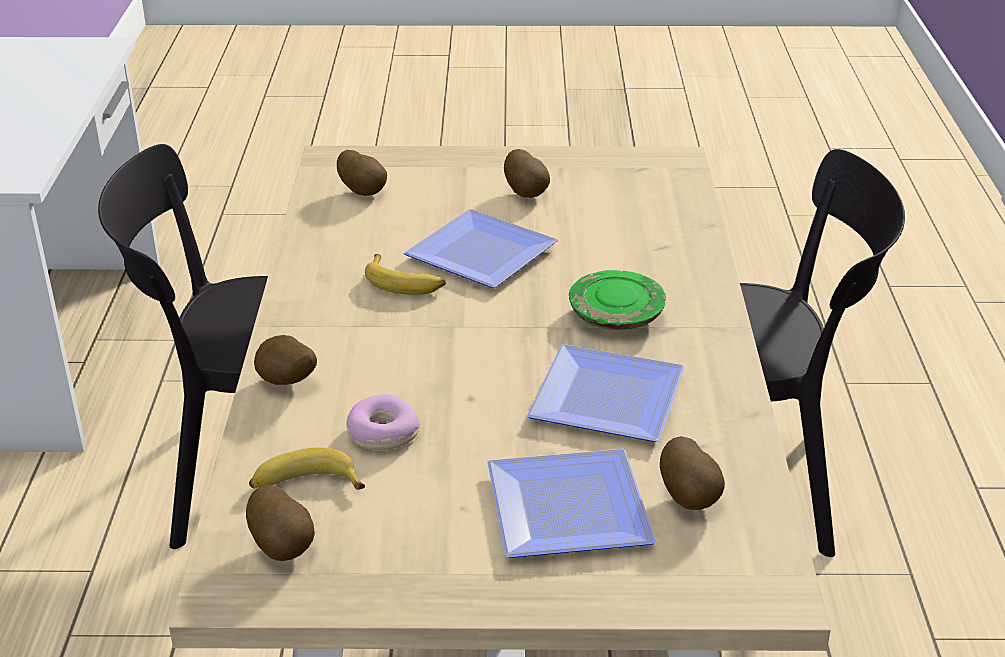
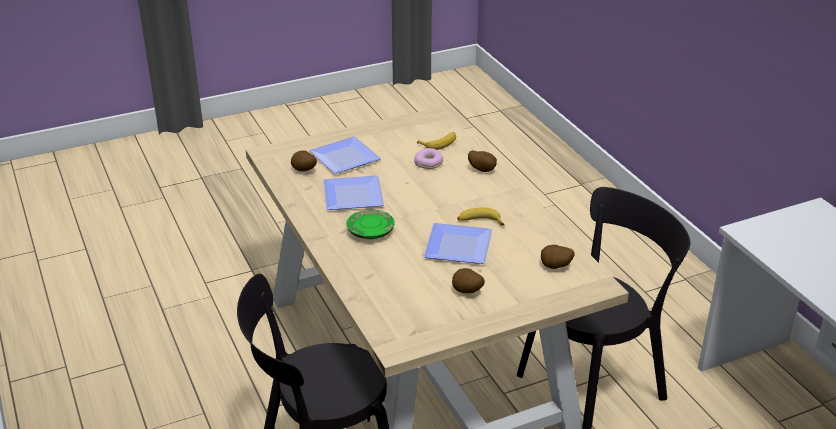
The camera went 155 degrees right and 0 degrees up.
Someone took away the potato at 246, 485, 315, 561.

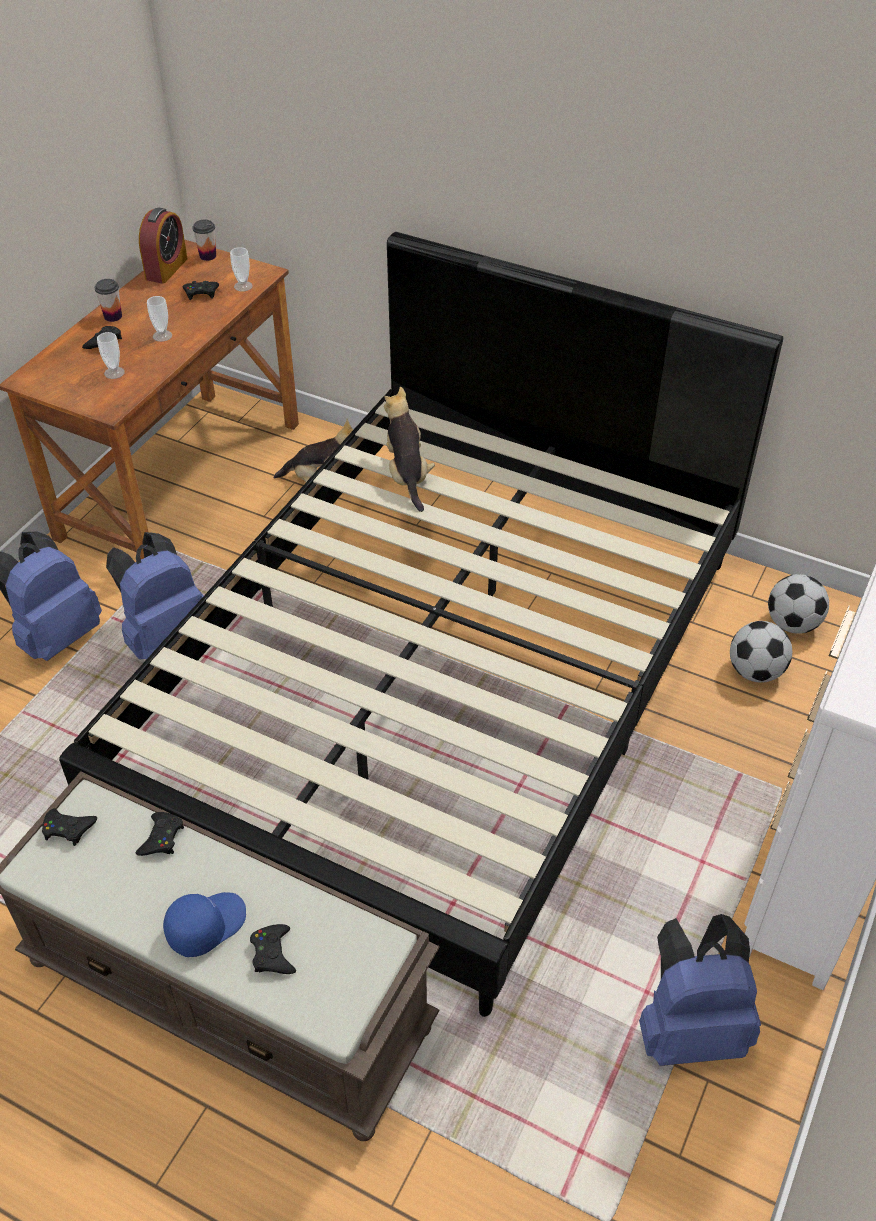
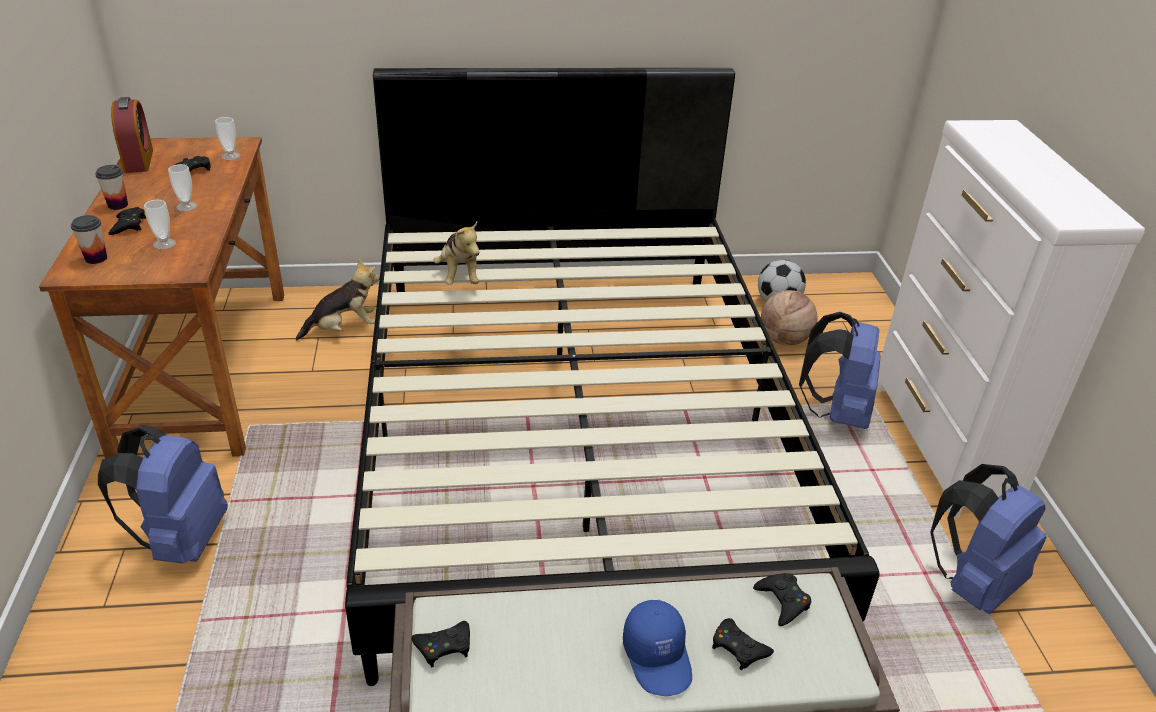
The camera went 35 degrees left and 10 degrees down.
Someone carried the cup from 192, 220, 216, 261 to 71, 215, 107, 264.
Someone rotated the plush toy at 384, 387, 435, 512 by 150 degrees counterclockwise.
Someone rotated the blue cap at 163, 892, 246, 957 by 150 degrees clockwise.
Someone carried the black game controller from 136, 812, 184, 856 to 753, 573, 811, 626.
Someone swapped the football at 730, 621, 792, 683 for the basketball at 761, 290, 817, 346.
Someone carried the blue backpack from 106, 532, 204, 659 to 799, 312, 881, 429.

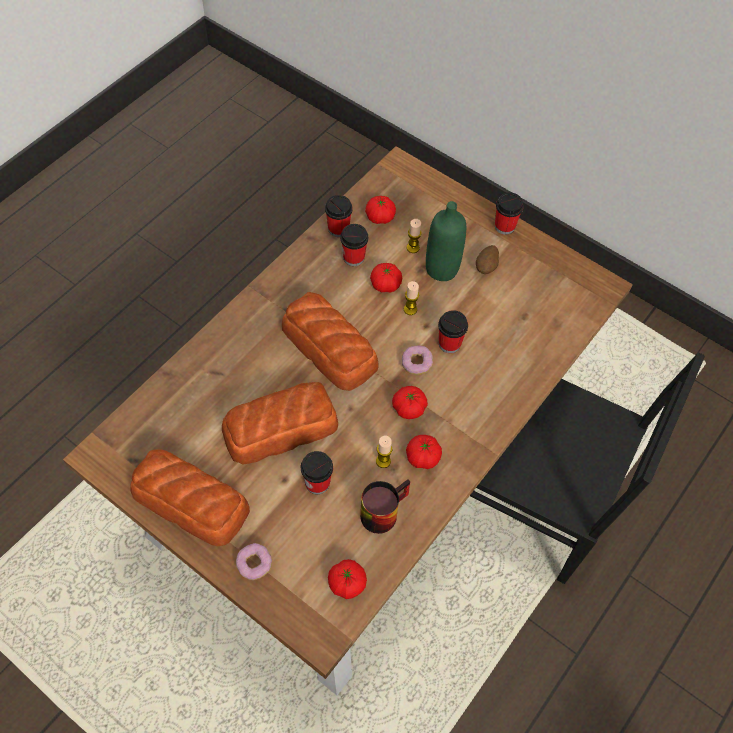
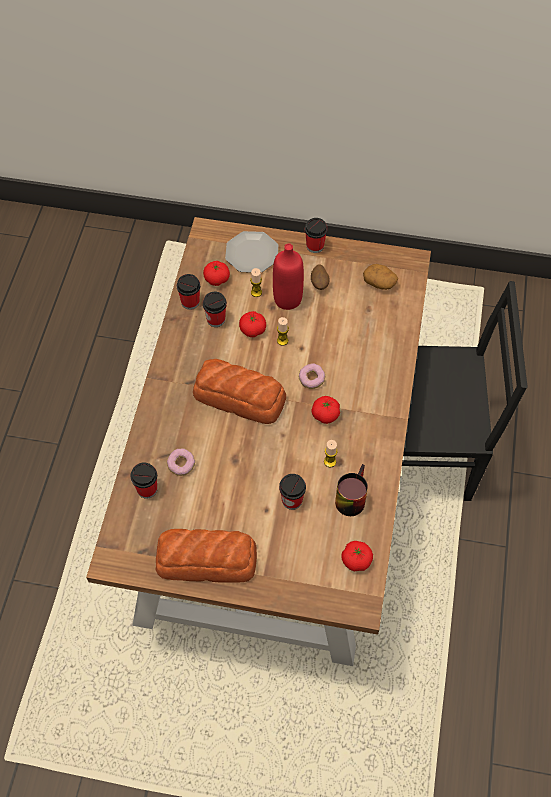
The camera went 25 degrees left and 0 degrees up.
Someone carried the cup from 438, 310, 468, 353 to 130, 462, 157, 499.
Someone carried the donut from 236, 543, 272, 580 to 167, 448, 195, 476.
Someone put down the plate at 225, 231, 278, 273.
Someone repainted the green bottle at 426, 201, 466, 281, which became the red bottle at 273, 244, 304, 310.
Someone put down the potato at 363, 264, 398, 290.
Someone took away the bread at 222, 382, 338, 464.
Someone took away the tomato at 406, 435, 442, 469.

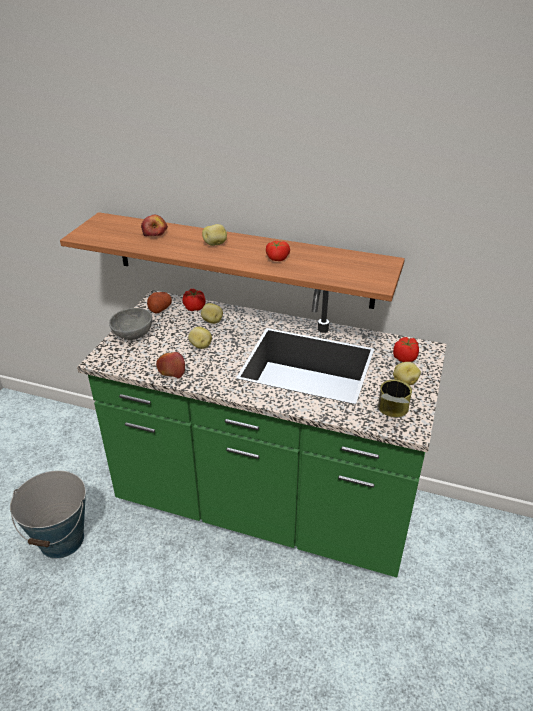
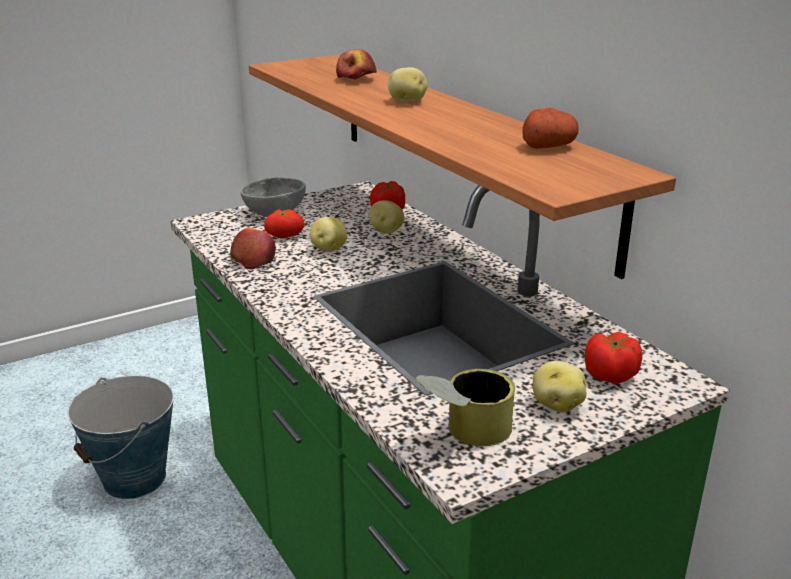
The camera went 40 degrees right and 10 degrees down.
Someone carried the tomato from 266, 241, 290, 261 to 264, 209, 305, 238.
Someone carried the potato from 147, 292, 172, 314 to 522, 108, 579, 149.

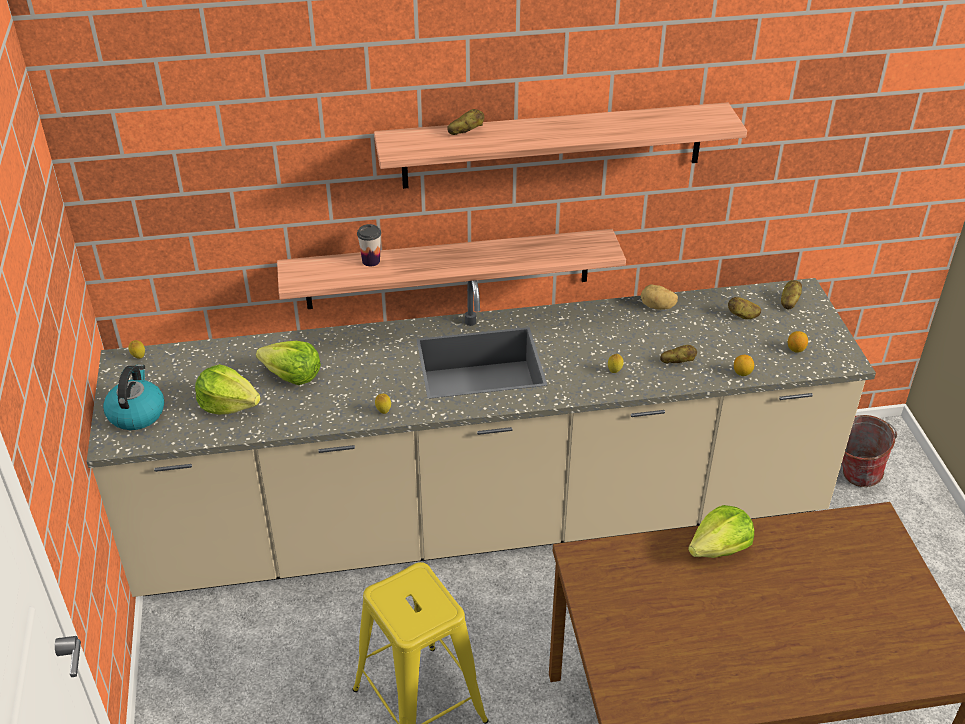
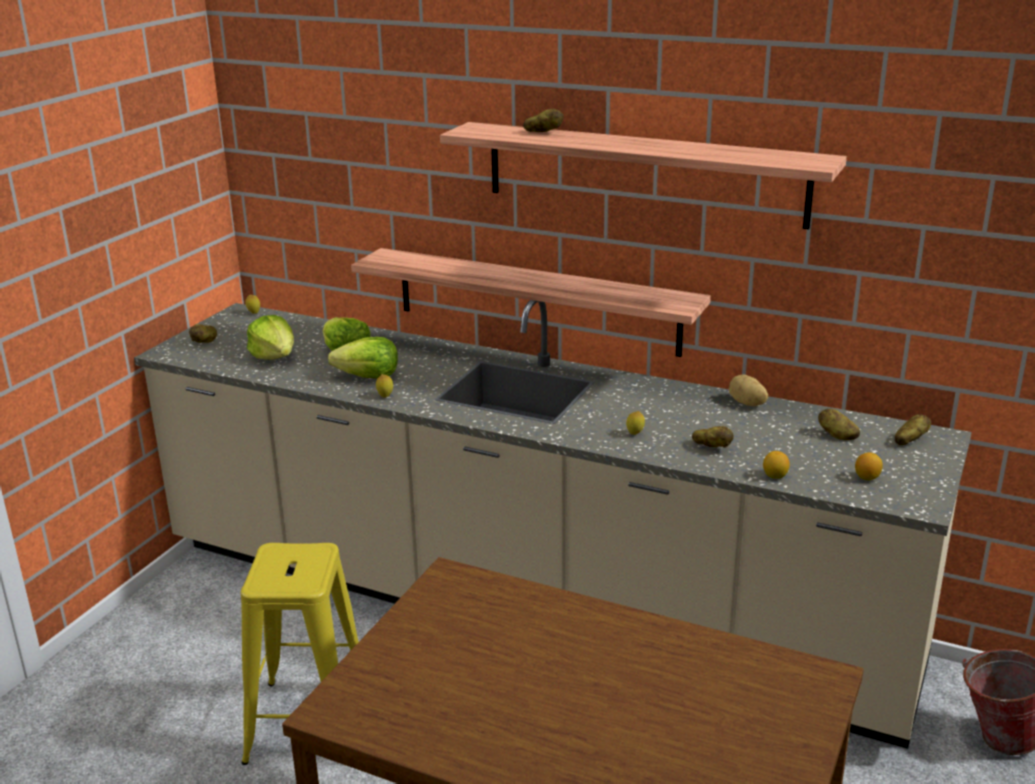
The camera went 35 degrees right and 15 degrees down.
Someone swapped the kettle at 103, 364, 164, 430 for the potato at 189, 324, 217, 343.
Someone carried the lettuce from 688, 505, 754, 558 to 328, 337, 398, 378.
Someone took away the cup at 357, 224, 381, 266.

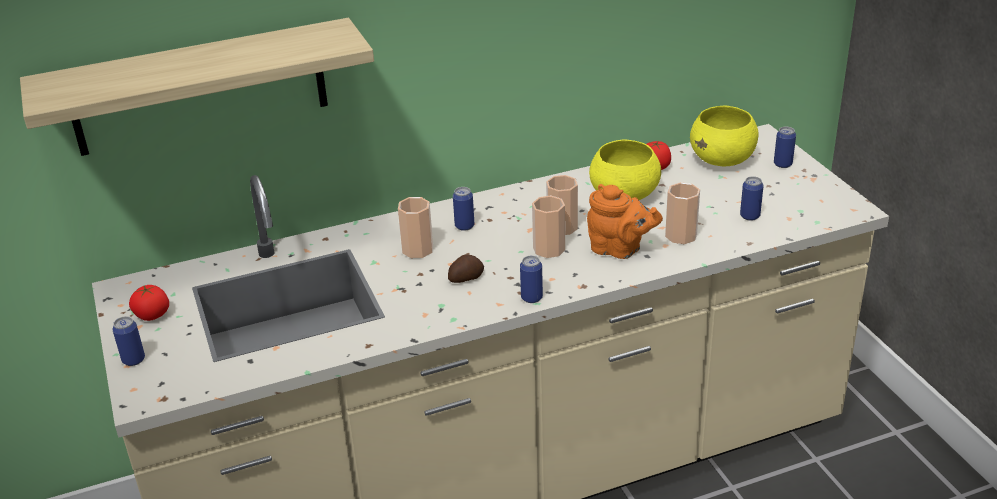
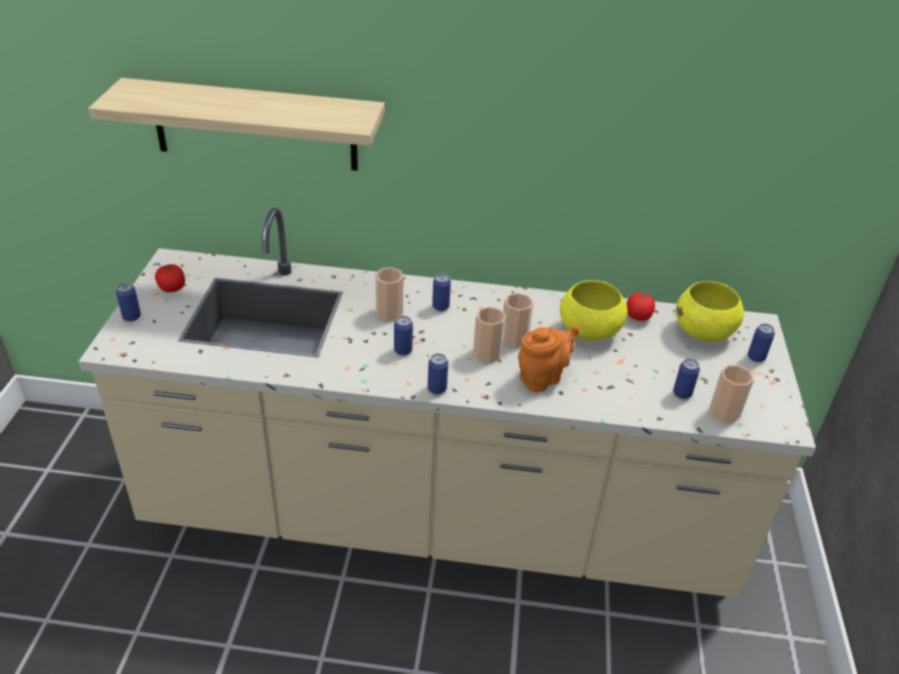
The camera went 25 degrees right and 5 degrees up.
Someone swapped the potato at 448, 255, 484, 283 for the can at 394, 316, 413, 355.
Someone rotated the orange teapot at 587, 184, 663, 259 by 90 degrees counterclockwise.
Someone carried the cup from 665, 182, 700, 244 to 709, 365, 754, 423.

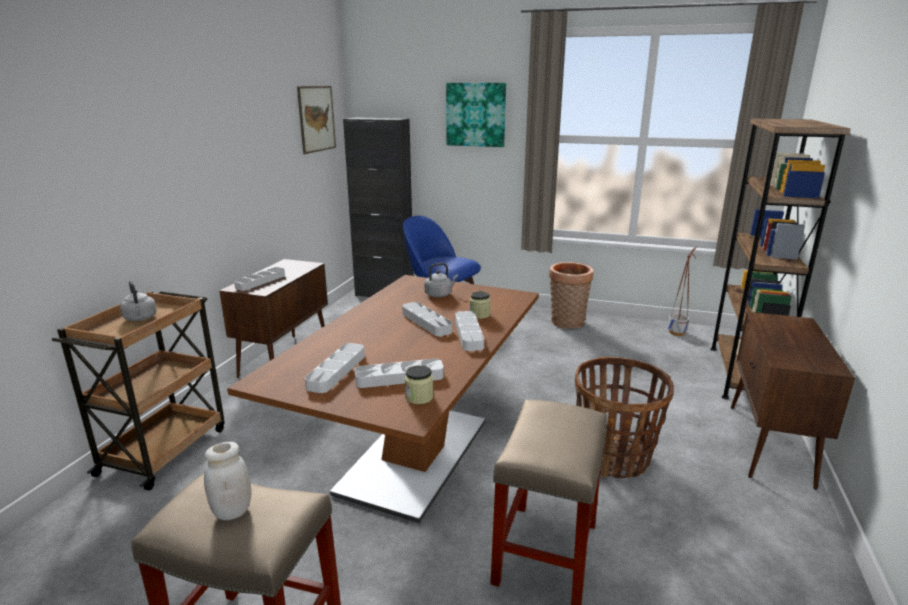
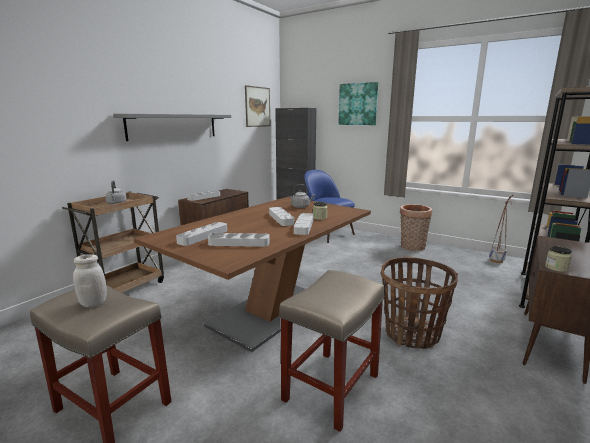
The camera went 15 degrees right and 5 degrees down.
Someone put up the grey shelf at 113, 114, 231, 141.
Someone carried the jar from 405, 365, 433, 404 to 545, 246, 572, 272.

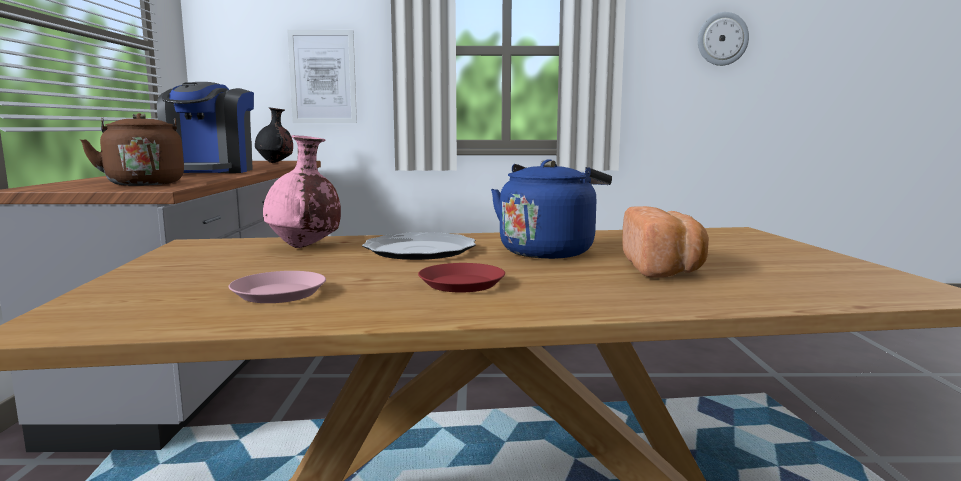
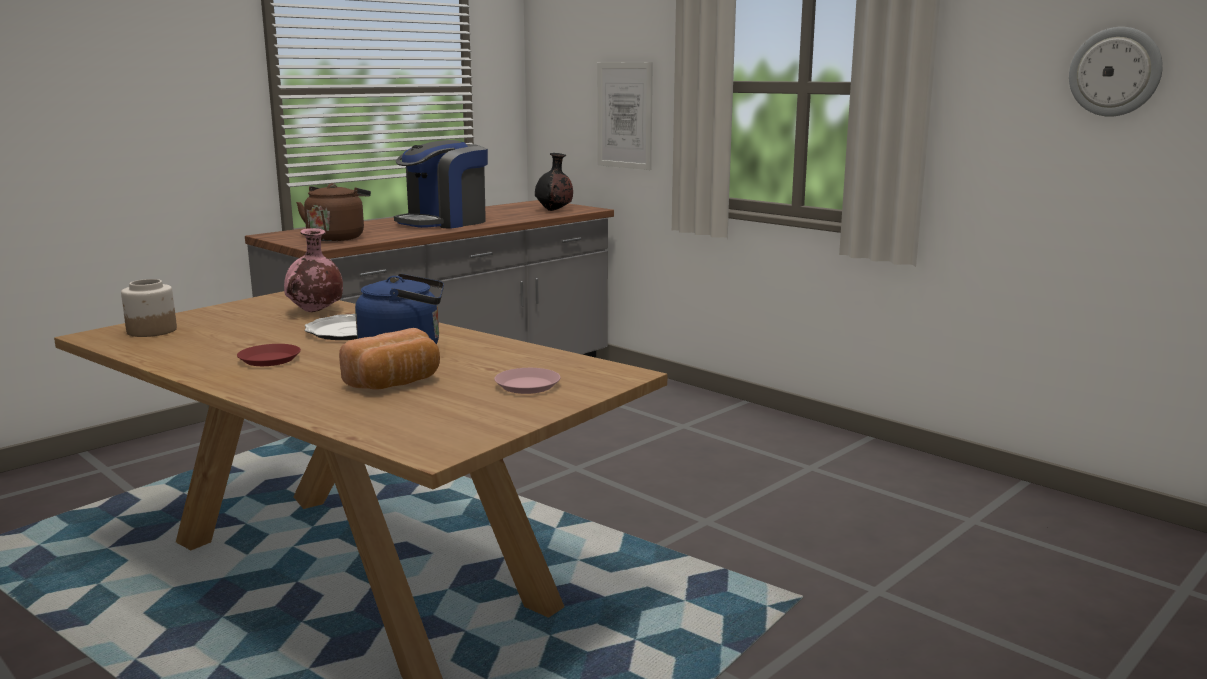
The camera went 45 degrees right and 5 degrees up.
Someone put down the jar at 121, 279, 177, 337.
Someone carried the pink plate from 229, 271, 326, 303 to 494, 368, 560, 394.

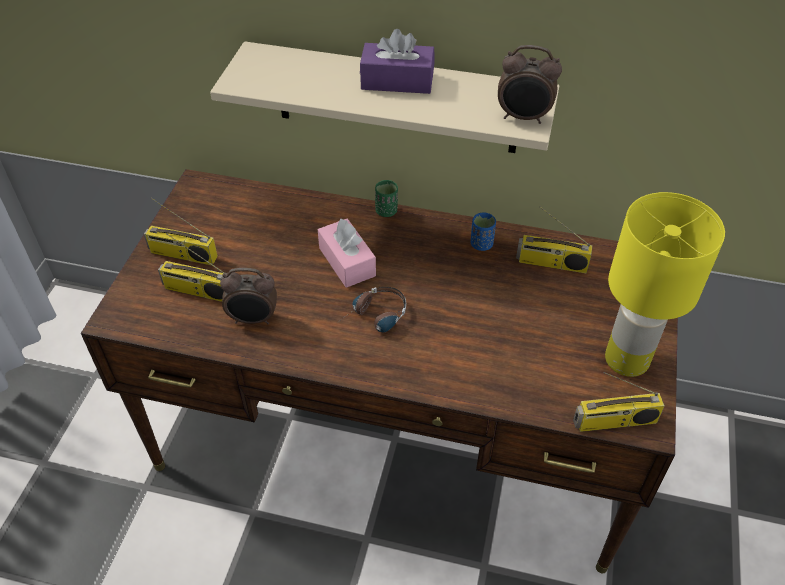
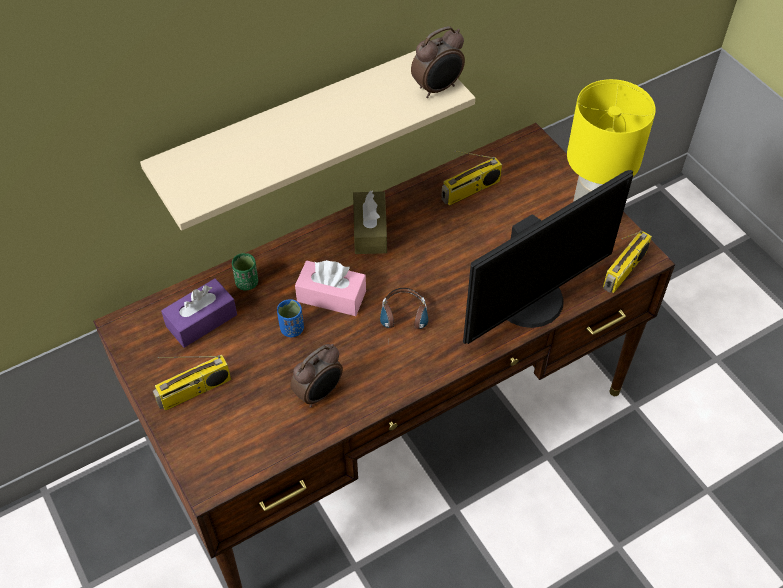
The camera went 45 degrees left and 5 degrees up.
Someone carried the purple tissue box from 360, 29, 435, 94 to 161, 278, 237, 348.
Someone carried the green cup from 375, 180, 398, 217 to 232, 253, 258, 291.
Someone carried the blue cup from 471, 213, 496, 251 to 277, 299, 304, 337.
Someone put down the brown tissue box at 353, 190, 387, 254.
Someone put down the monitor at 463, 170, 633, 344.
Someone took away the radio at 158, 233, 226, 302.

